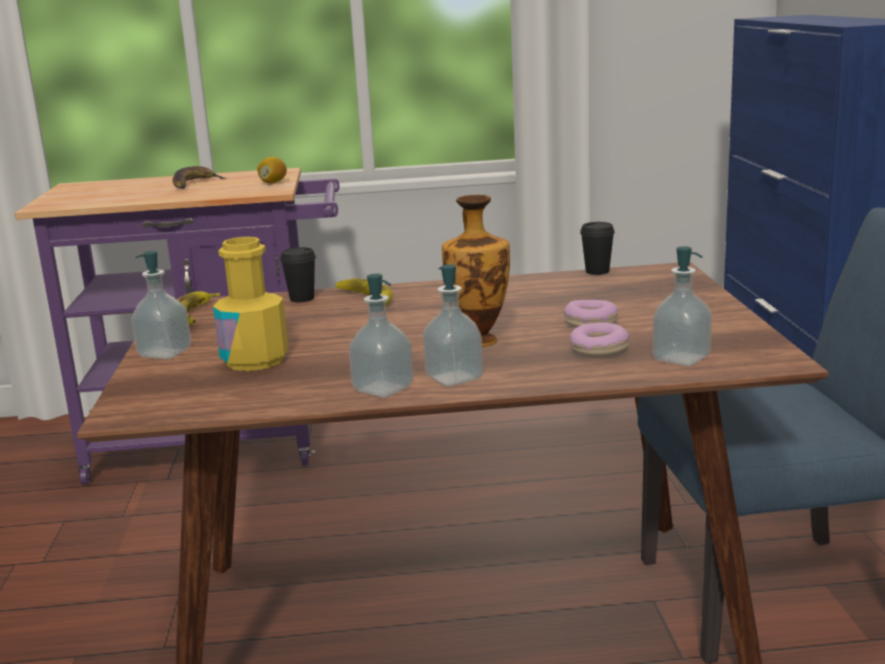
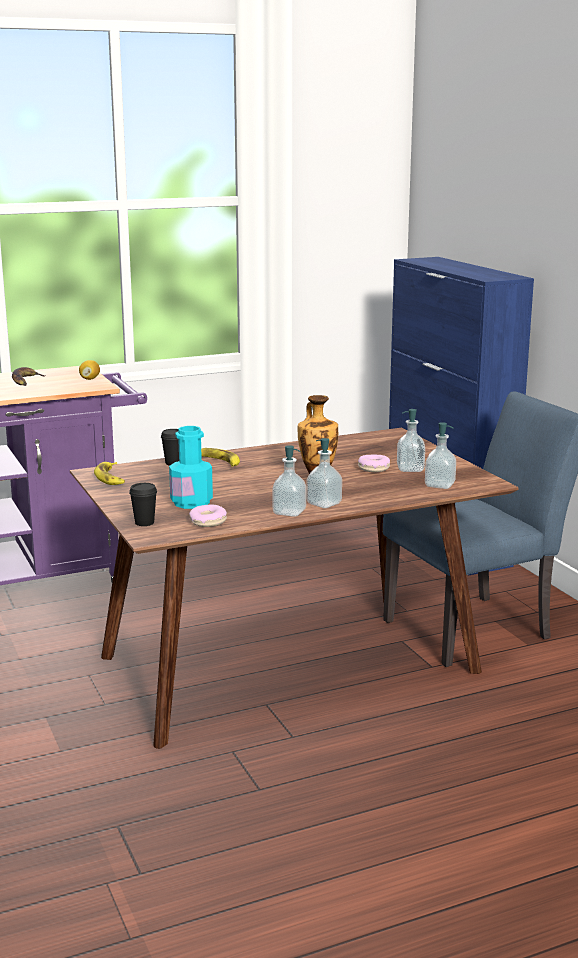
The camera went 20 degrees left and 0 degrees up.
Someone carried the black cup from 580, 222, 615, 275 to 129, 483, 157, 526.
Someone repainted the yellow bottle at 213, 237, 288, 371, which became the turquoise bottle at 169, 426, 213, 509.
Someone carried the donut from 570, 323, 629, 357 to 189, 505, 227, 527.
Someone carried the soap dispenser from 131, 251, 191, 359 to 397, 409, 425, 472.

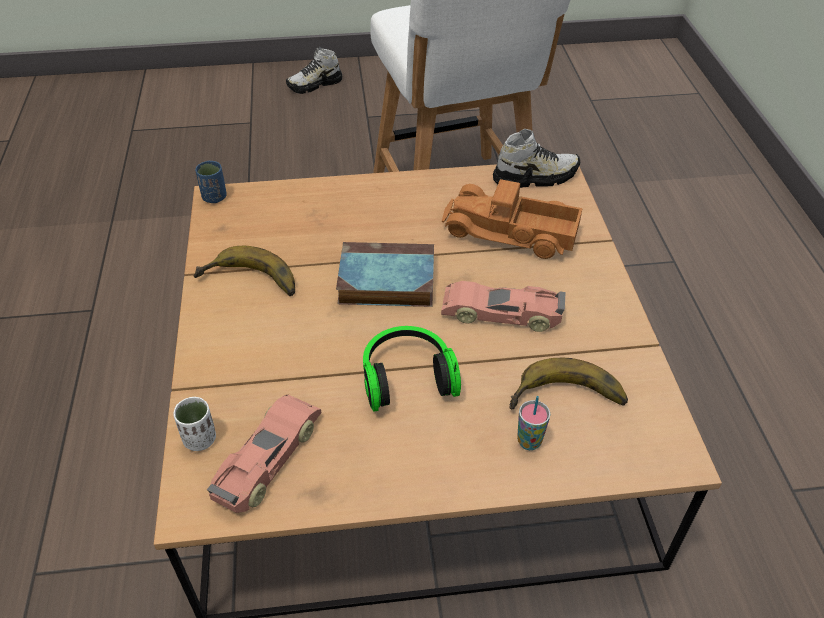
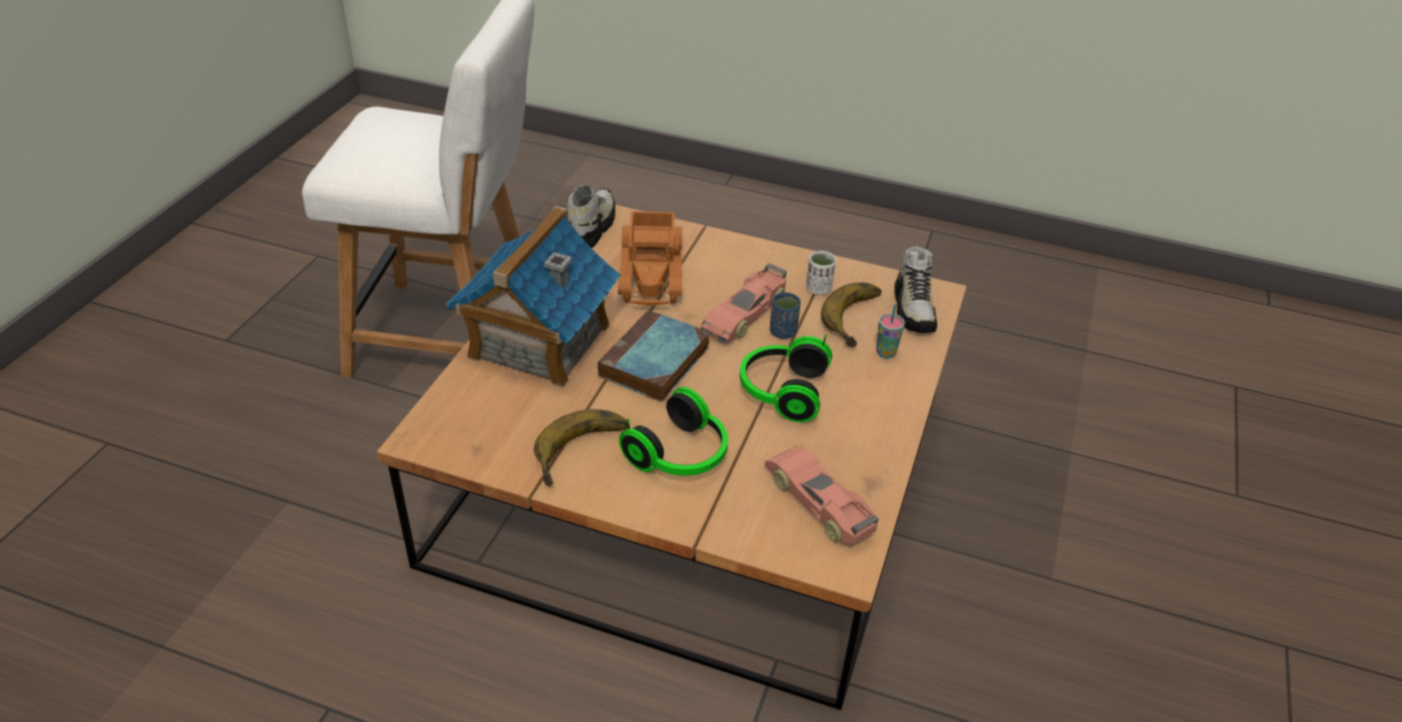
The camera went 65 degrees left and 5 degrees down.
Someone put down the toy house at 446, 206, 621, 387.
Someone rotated the toy truck at 442, 179, 583, 259 by 45 degrees counterclockwise.
Someone put down the headphones at 619, 387, 728, 476.
Someone carried the blue cup from 195, 161, 227, 203 to 770, 292, 801, 339.
Someone carried the white cup from 173, 397, 216, 451 to 806, 251, 836, 295.
Someone carried the shoe from 286, 47, 342, 94 to 894, 246, 937, 333.

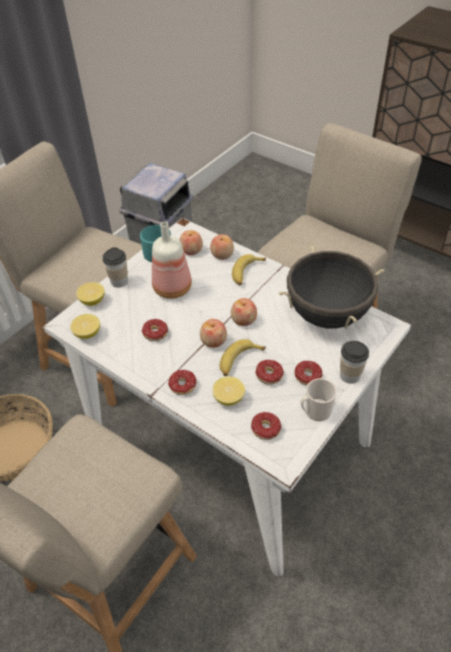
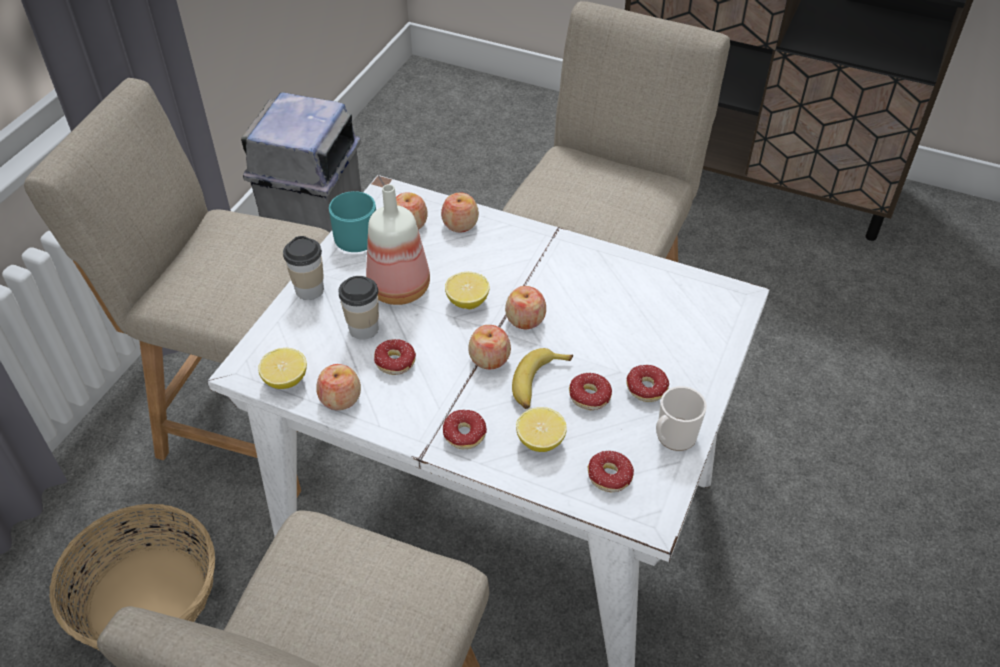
The camera went 15 degrees left and 0 degrees up.
Someone put down the apple at 316, 364, 361, 410.
Someone carried the cup from 340, 341, 369, 384 to 339, 276, 379, 340.
Someone carried the lemon from 76, 282, 105, 306 to 445, 272, 489, 309.
Someone took away the banana at 232, 254, 266, 285.
Someone took away the black cooking pot at 279, 246, 384, 329.

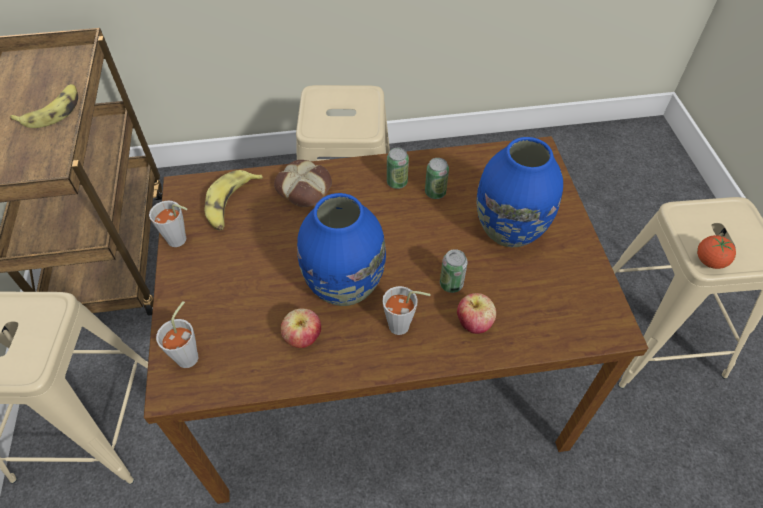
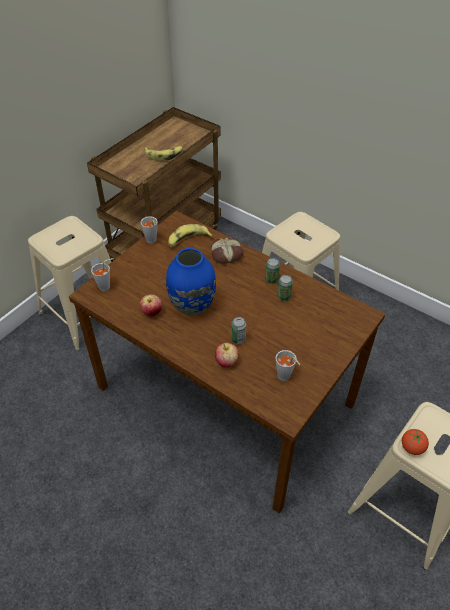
The camera went 45 degrees right and 5 degrees down.
Someone carried the grey cup from 382, 286, 431, 335 to 275, 350, 300, 381.
Someone took away the blue vase at 477, 137, 563, 247.

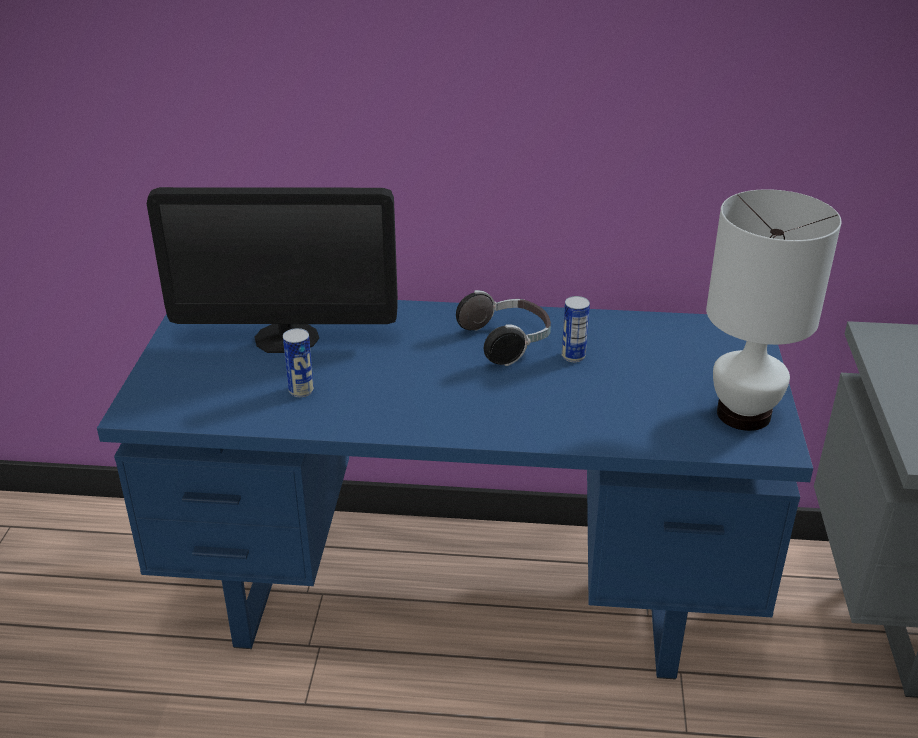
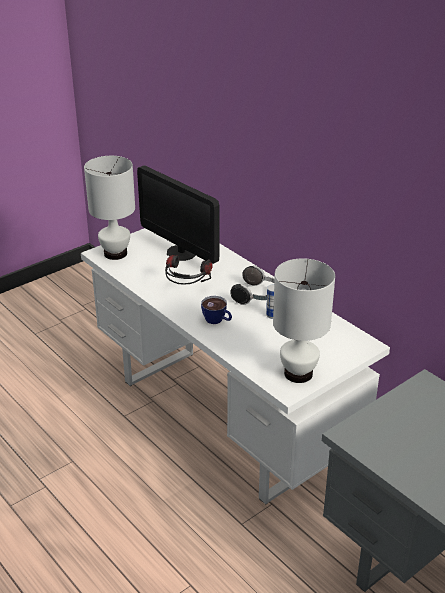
The camera went 45 degrees right and 0 degrees up.
Someone repainted the blue desk at 97, 300, 813, 680, which became the white desk at 81, 228, 390, 505.
Someone put down the white table lamp at 84, 156, 135, 260.
Someone put down the headphones at 165, 255, 212, 285.
Someone put down the cup at 201, 296, 232, 324.
Someone took away the can at 283, 328, 314, 397.

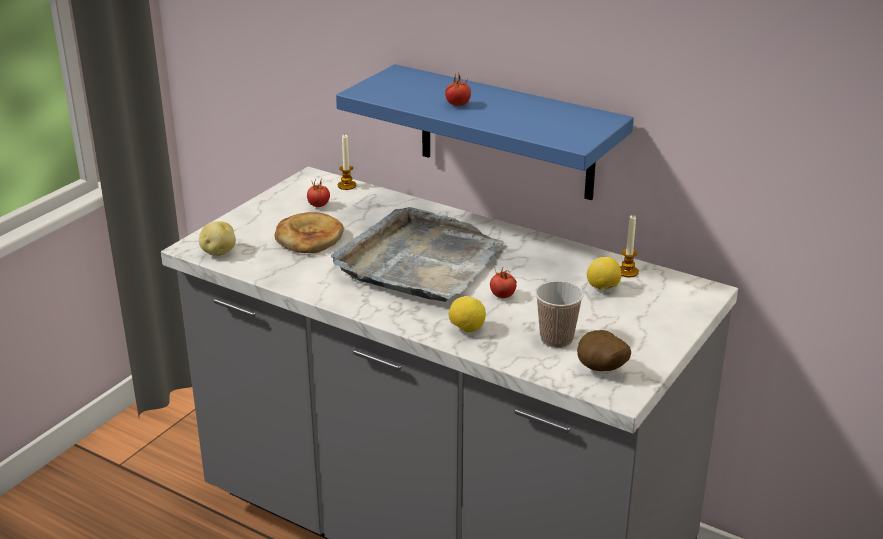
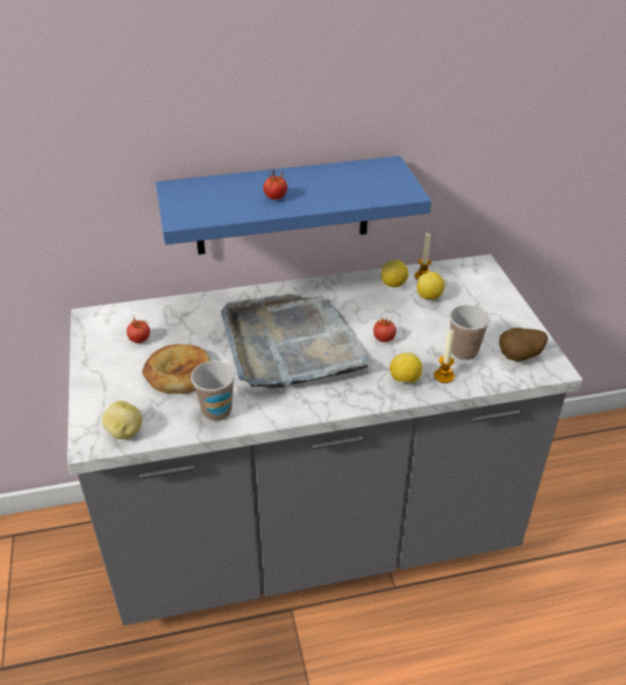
The camera went 45 degrees left and 10 degrees up.
Someone put down the cup at 191, 361, 235, 421.
Someone put down the lemon at 381, 260, 409, 287.
Someone carried the candle from 338, 135, 356, 190 to 434, 329, 455, 383.

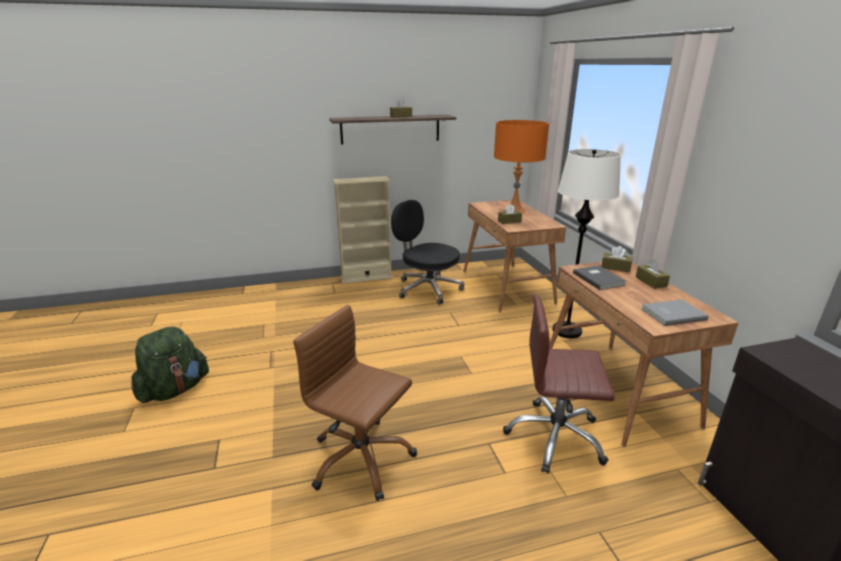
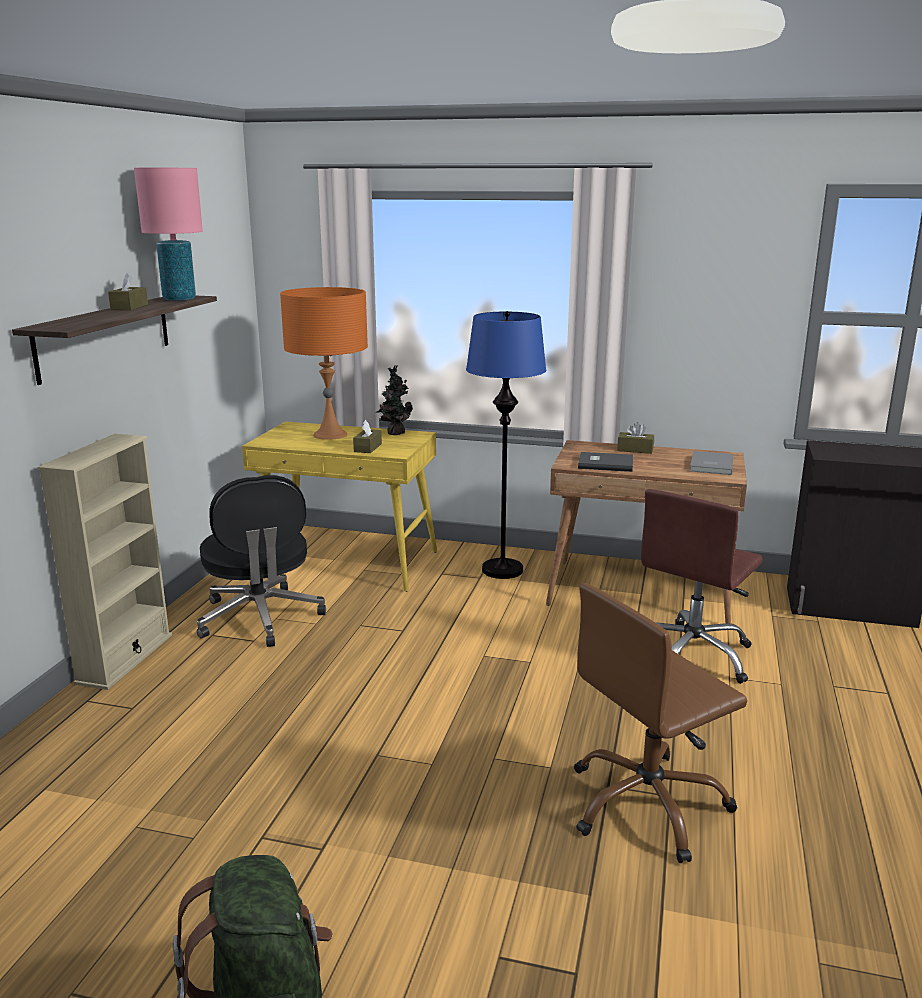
The camera went 60 degrees left and 5 degrees down.
Someone put down the pink table lamp at 134, 168, 203, 301.
Someone rotated the black office chair at 391, 200, 464, 305 by 90 degrees counterclockwise.
Someone repainted the brown desk at 463, 200, 566, 312, which became the yellow desk at 242, 422, 437, 592.
Someone put down the potted plant at 376, 365, 413, 435.
Someone repainted the white floor lamp at 552, 149, 621, 338, which became the blue floor lamp at 466, 311, 546, 579.
Someone took away the brown tissue box at 601, 246, 633, 272.

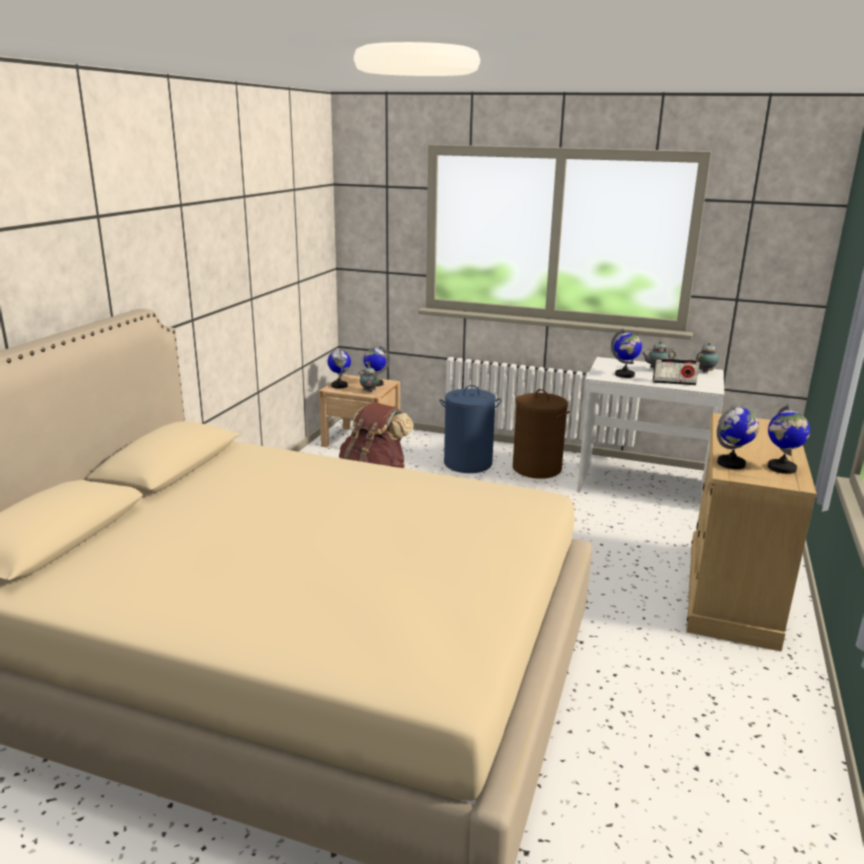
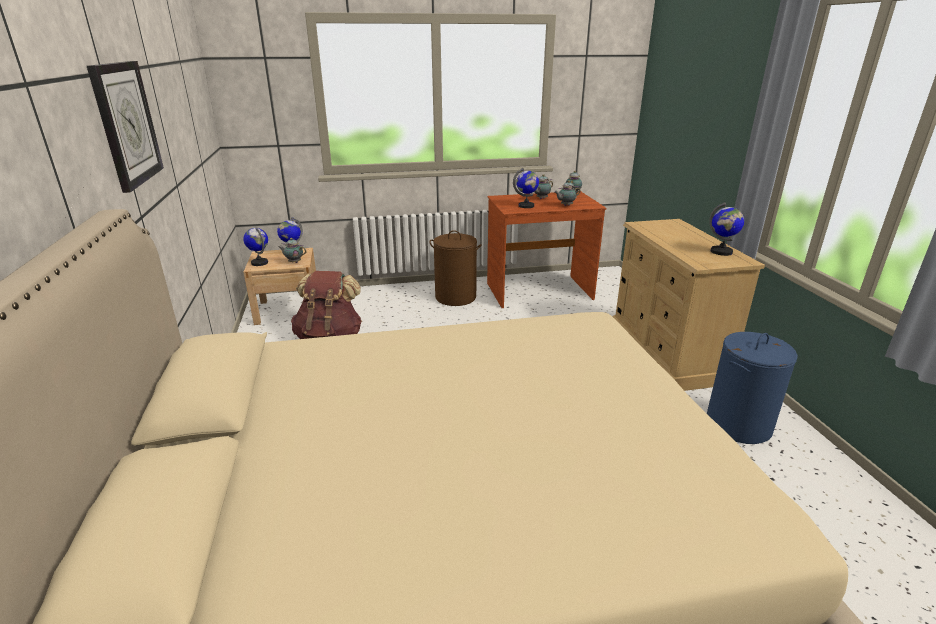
The camera went 30 degrees left and 5 degrees up.
Someone put up the wall clock at 87, 61, 164, 193.
Someone repainted the white desk at 577, 357, 724, 493, which became the brown desk at 487, 192, 606, 308.
Someone swapped the radio at 653, 358, 699, 385 for the teapot at 554, 180, 581, 206.
Someone carried the blue laundry basket from 439, 385, 502, 473 to 707, 332, 798, 444.
Someone took away the globe at 717, 404, 759, 469.

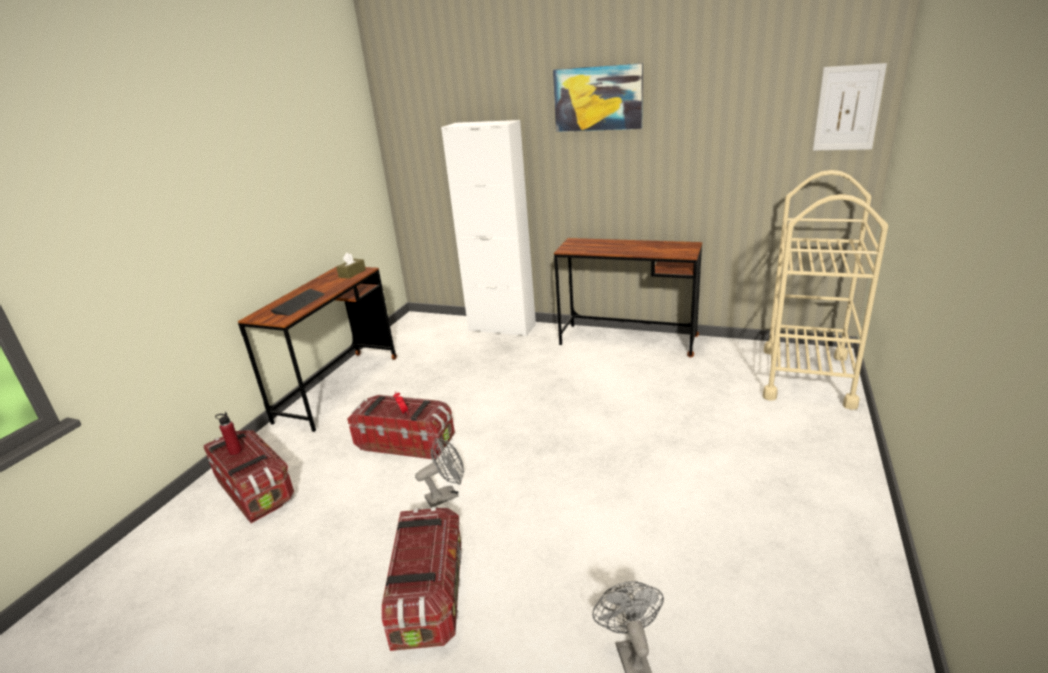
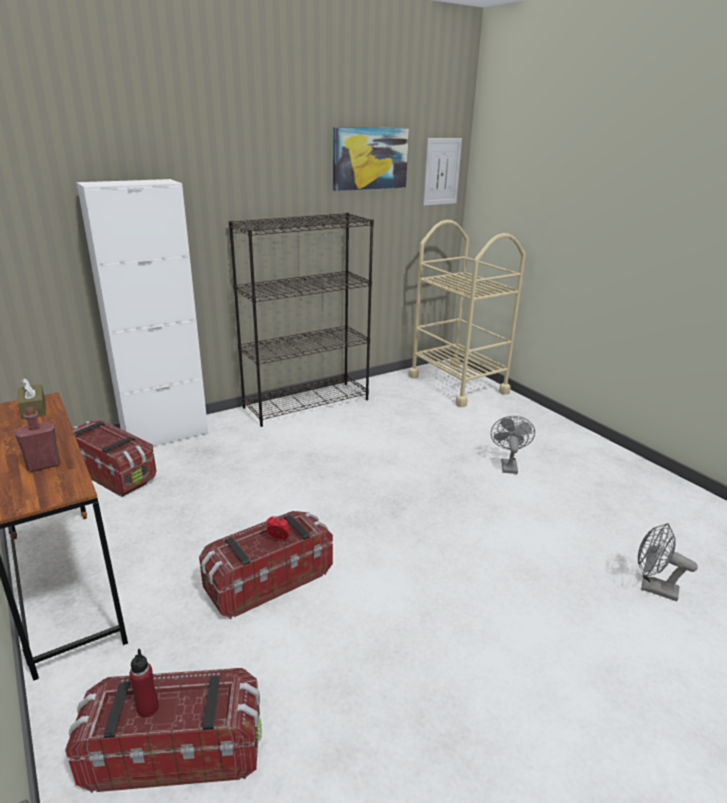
The camera went 55 degrees left and 0 degrees up.
Someone swapped the keyboard at 271, 289, 325, 316 for the red bottle at 15, 407, 60, 472.
Someone carried the storage box from 382, 506, 461, 651 to 72, 421, 156, 497.
Someone swapped the brown desk at 554, 238, 702, 357 for the black bookcase at 229, 213, 374, 427.
Someone carried the picture from 553, 63, 643, 132 to 333, 127, 409, 191.
Someone carried the grey fan from 415, 437, 464, 507 to 491, 416, 535, 474.

